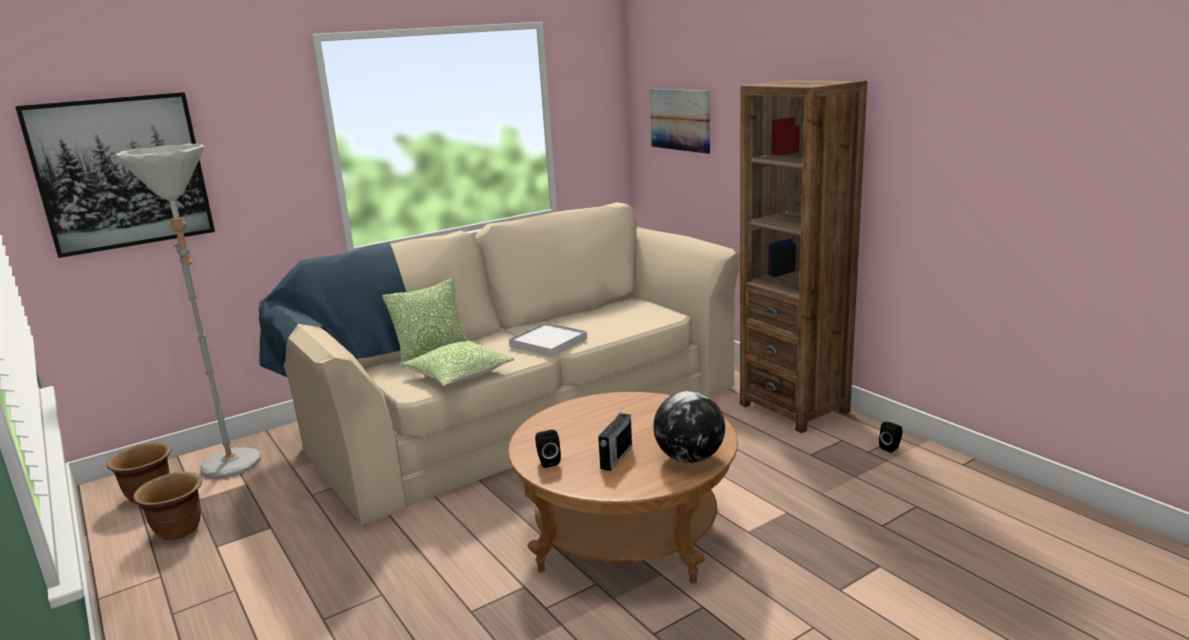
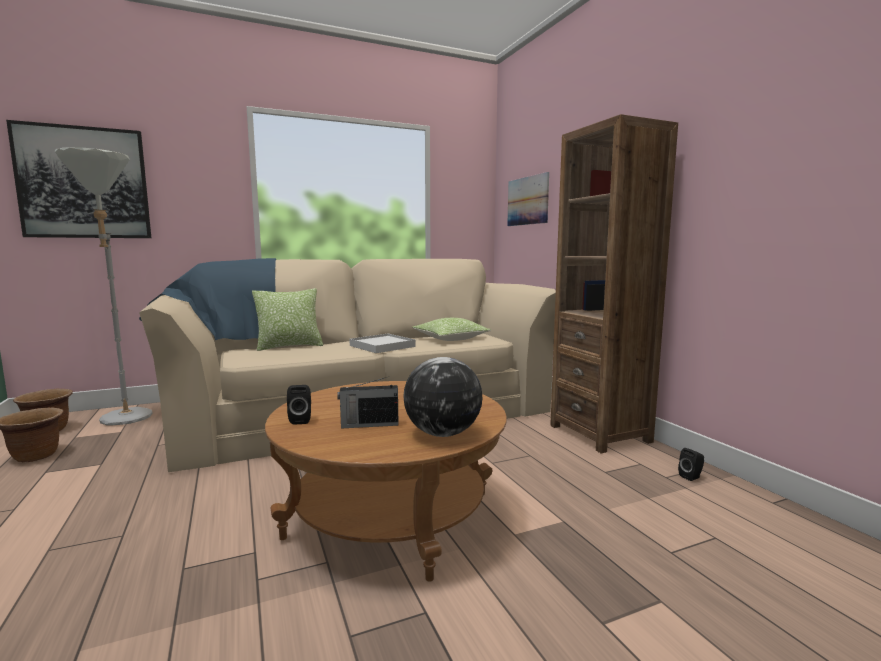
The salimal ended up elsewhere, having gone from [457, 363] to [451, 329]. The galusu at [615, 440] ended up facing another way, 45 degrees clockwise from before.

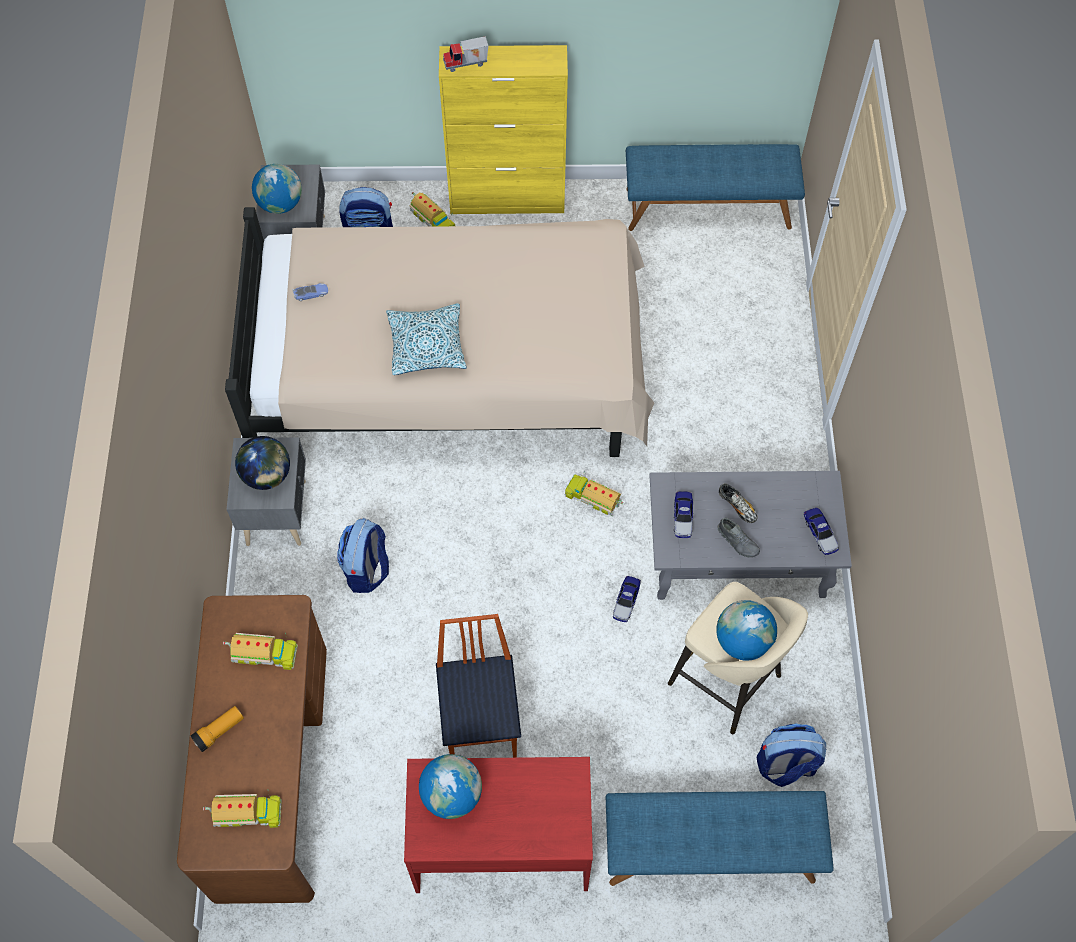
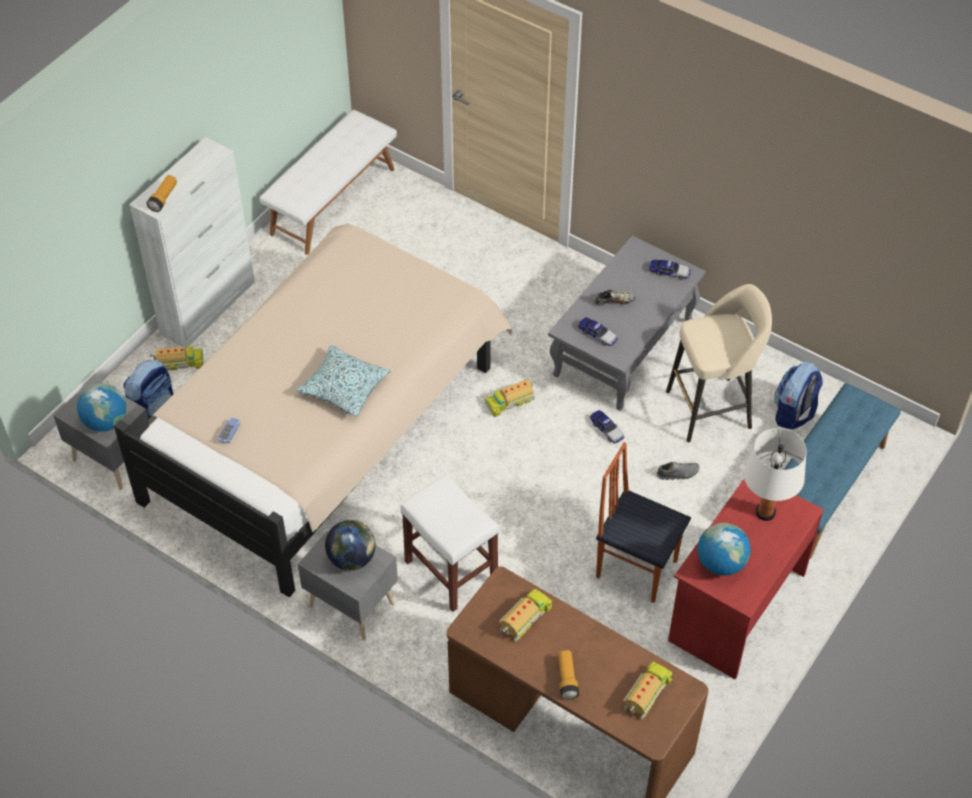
The second view lost the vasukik at [746, 630]. The second view gained the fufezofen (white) at [775, 474]. The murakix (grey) ended up elsewhere, having gone from [738, 537] to [678, 471]. Where the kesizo stood at [363, 555], the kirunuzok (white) came to stand at [449, 543]. Where the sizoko stood at [465, 54], the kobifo came to stand at [161, 193]. What was the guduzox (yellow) at [503, 129] turned into the guduzox (white) at [192, 243]. What was the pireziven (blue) at [715, 187] turned into the pireziven (white) at [328, 182].

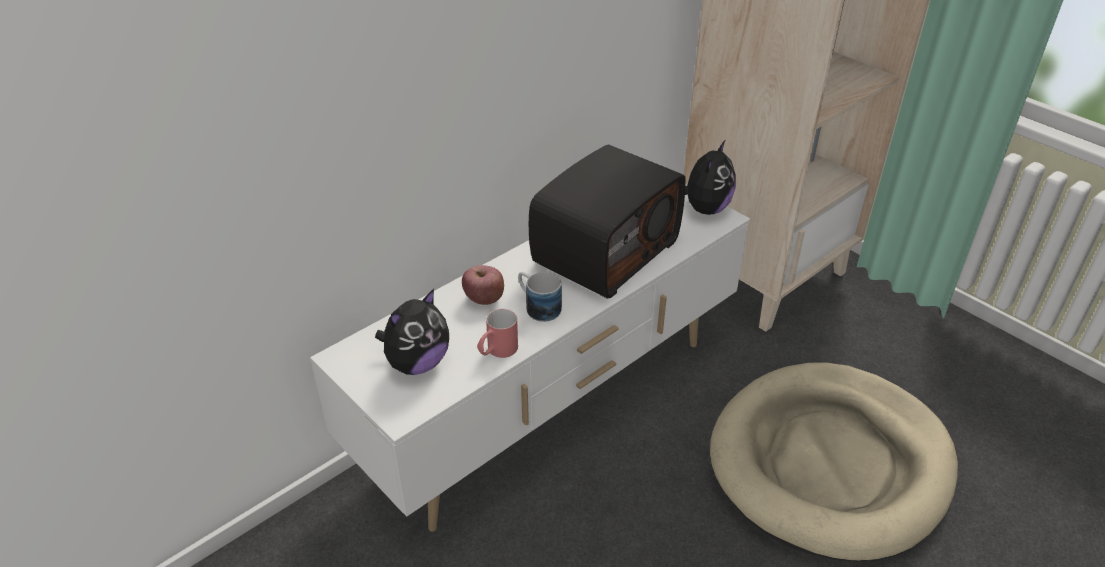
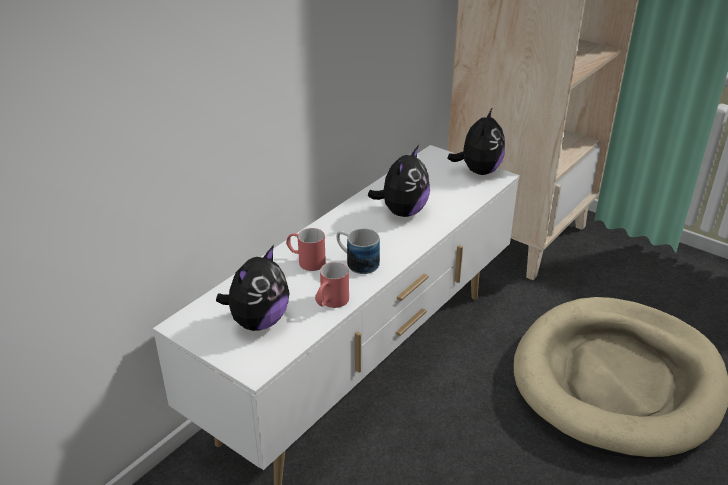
Where the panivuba stood at [483, 285], the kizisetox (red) came to stand at [306, 249]. Where the galusu stood at [607, 221], the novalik came to stand at [399, 181].

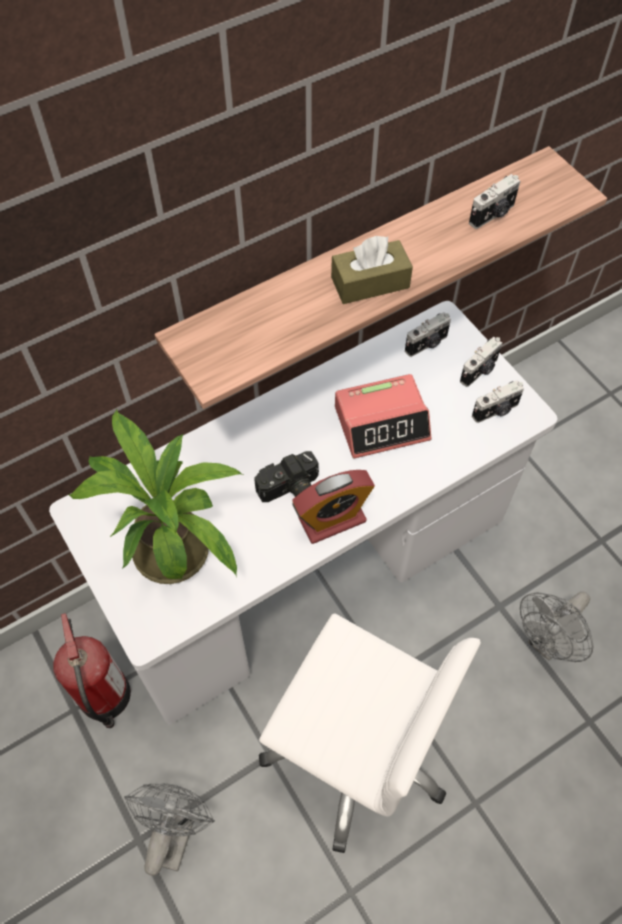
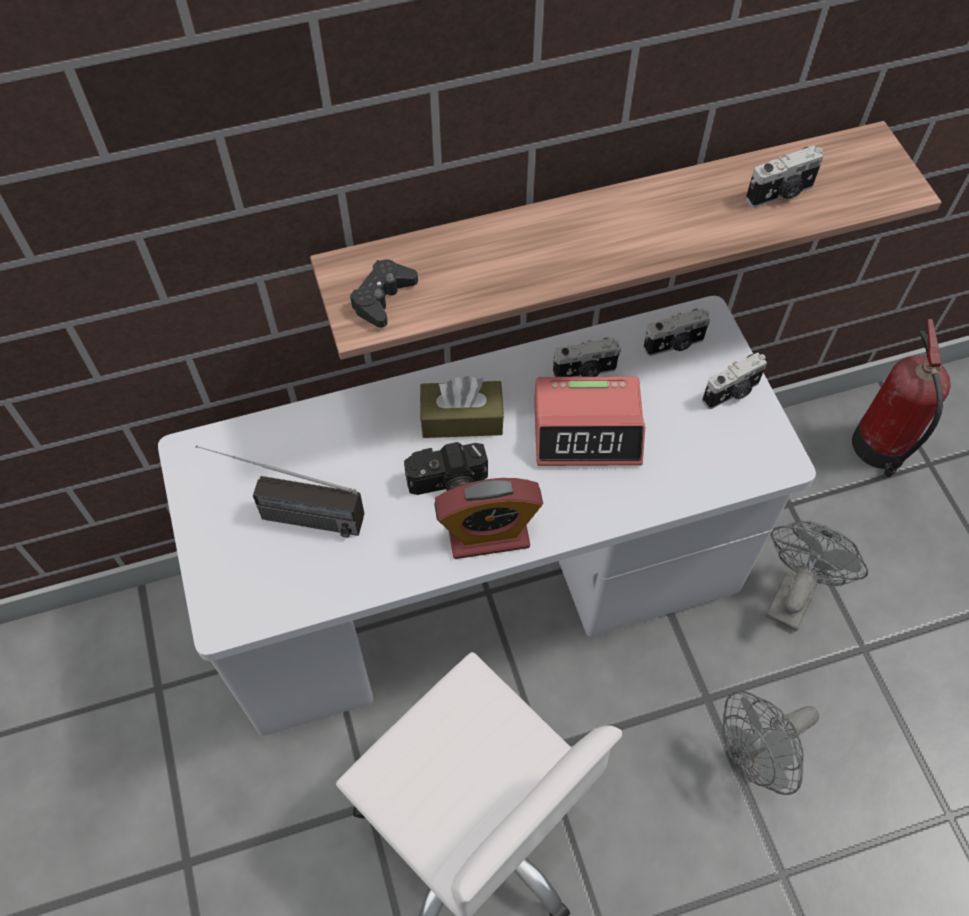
The second view gained the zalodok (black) at [384, 294]. The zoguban ended up elsewhere, having gone from [92, 670] to [901, 398]. The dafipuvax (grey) ended up elsewhere, having gone from [169, 829] to [817, 576]. The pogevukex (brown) ended up elsewhere, having gone from [372, 270] to [462, 407]. The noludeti ended up elsewhere, having gone from [498, 401] to [586, 357]. Where the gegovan stood at [155, 497], the galusu came to stand at [280, 491].

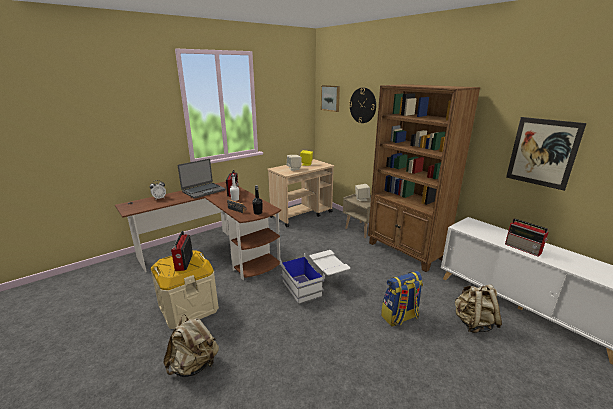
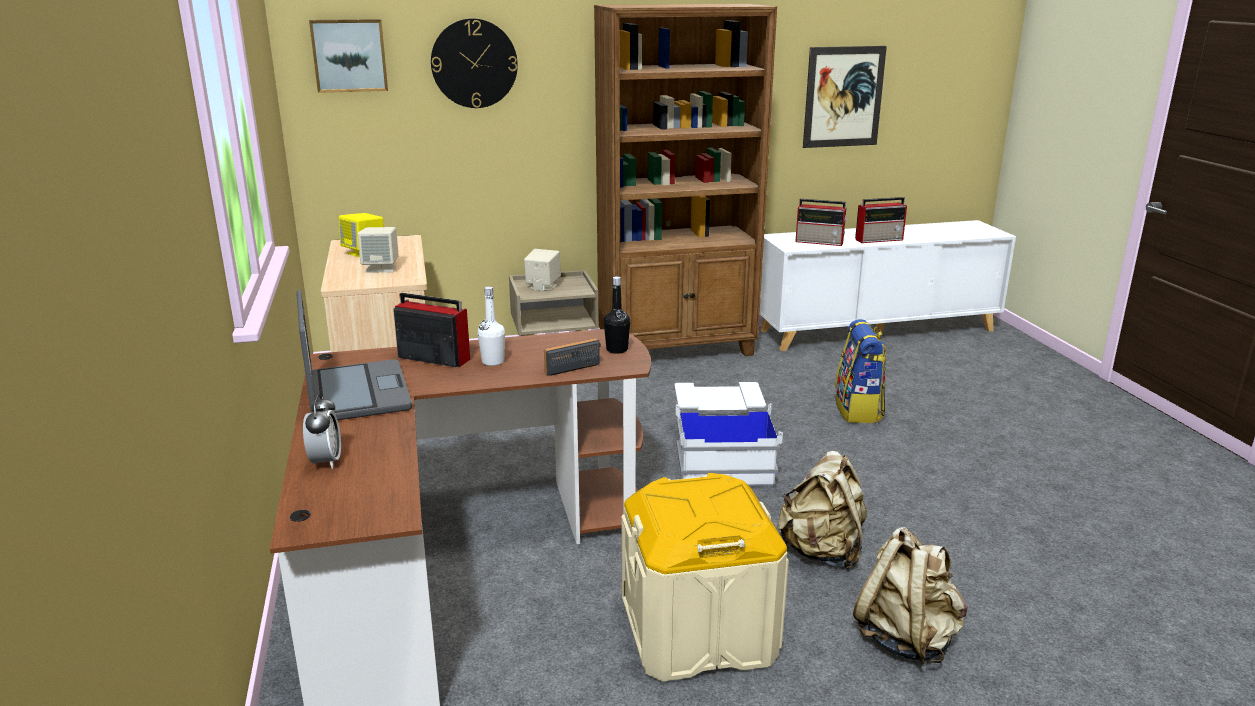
The galusu ended up elsewhere, having gone from [182, 251] to [821, 222]. The kesizo (beige) ended up elsewhere, having gone from [478, 308] to [822, 510].

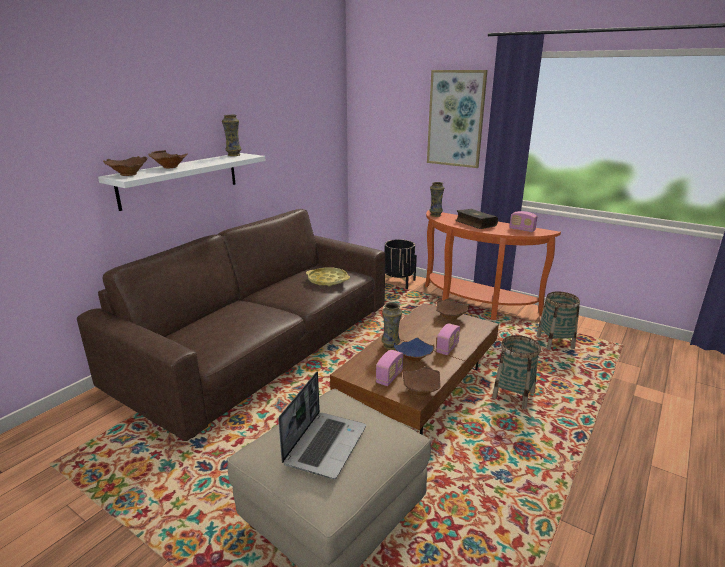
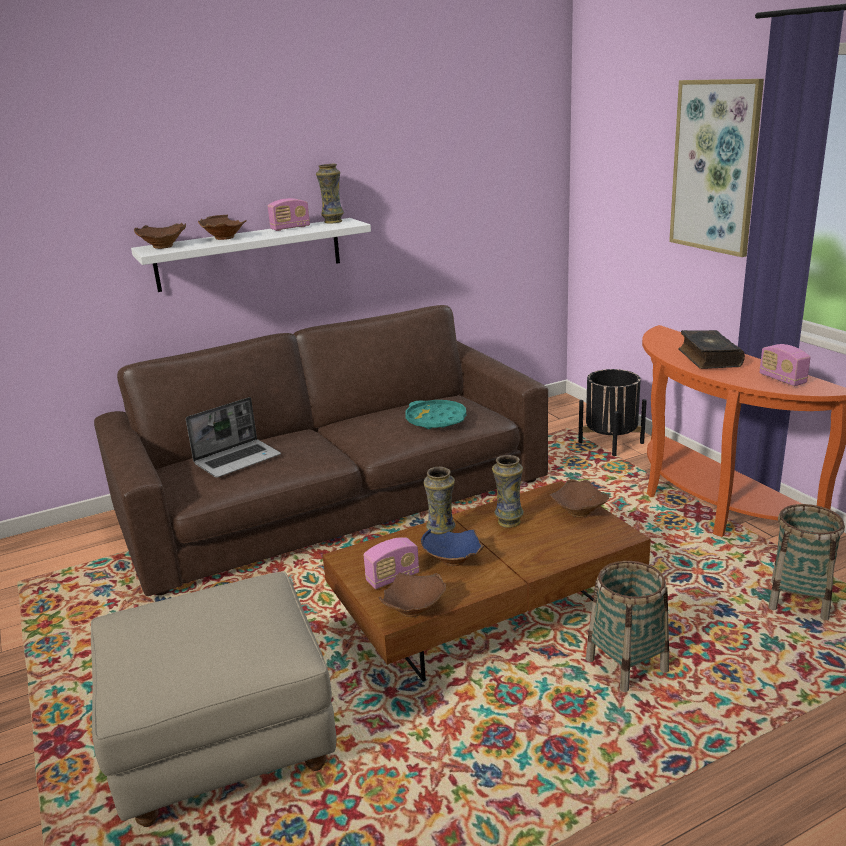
The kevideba ended up elsewhere, having gone from [322, 425] to [233, 437]. The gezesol ended up elsewhere, having gone from [436, 199] to [508, 491]. The galusu ended up elsewhere, having gone from [448, 339] to [289, 214]. What was the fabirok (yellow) at [328, 276] turned into the fabirok (turquoise) at [435, 414].

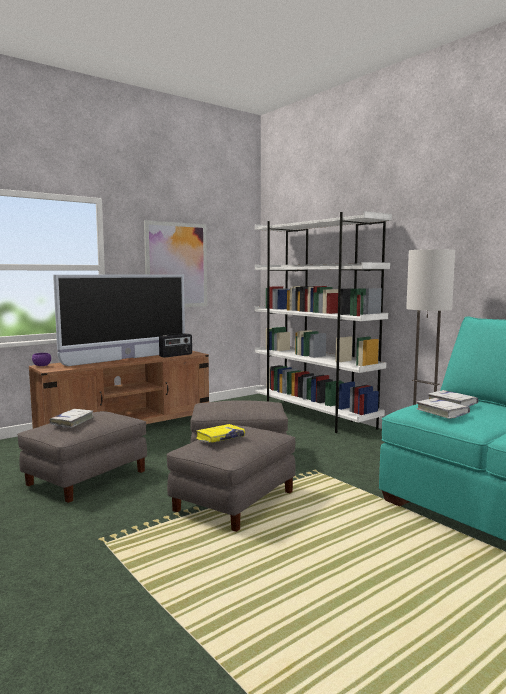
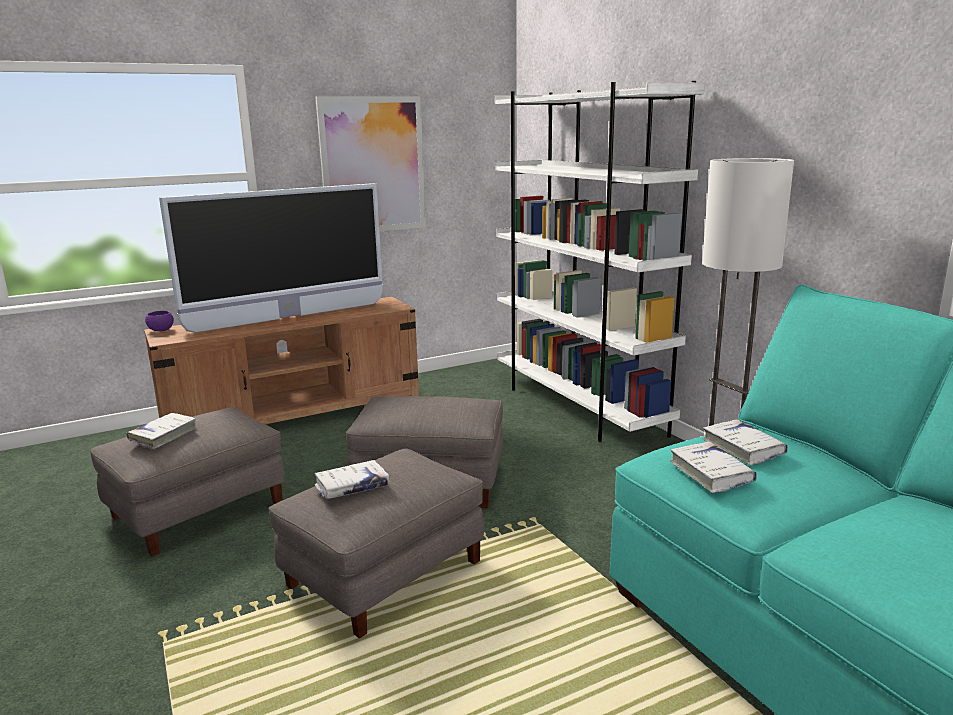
The second view lost the galusu at [175, 345]. What was the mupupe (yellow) at [220, 433] turned into the mupupe (white) at [352, 479].

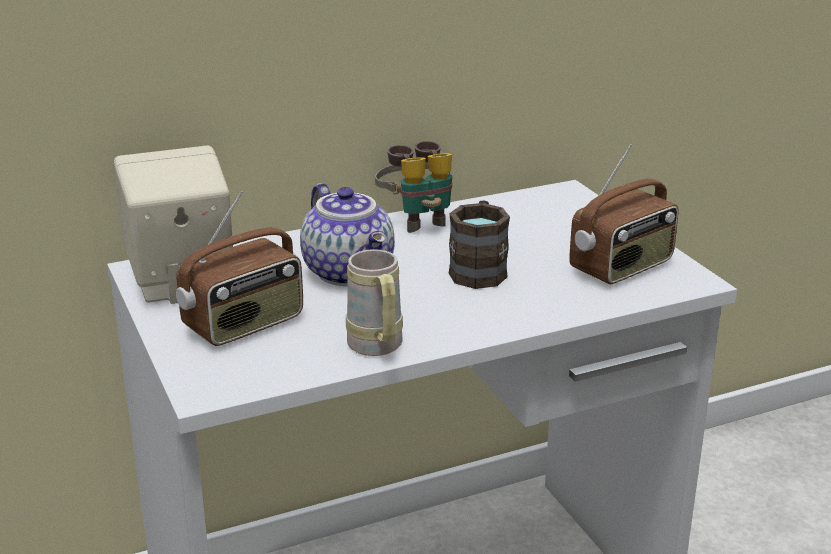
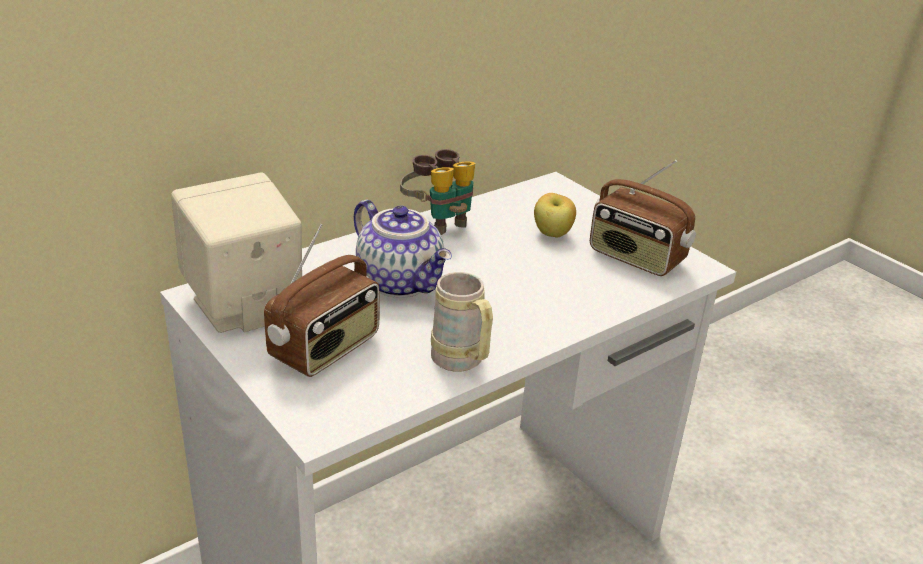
The second view lost the kizisetox (brown) at [479, 245]. The second view gained the panivuba at [555, 215]. The galusu at [624, 214] ended up facing another way, 90 degrees clockwise from before.

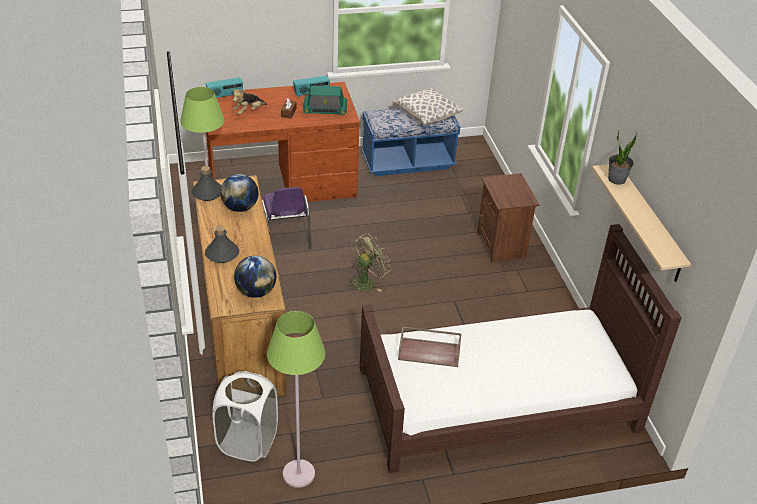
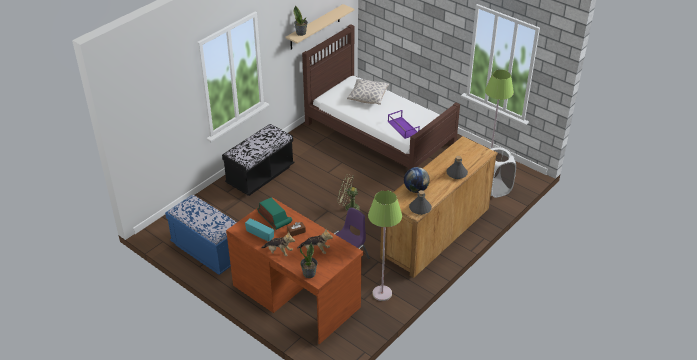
The second view lost the vasukik at [255, 277]. The second view gained the novalik at [278, 244]. The salimal ended up elsewhere, having gone from [428, 106] to [368, 92]. Where the galusu stood at [224, 87], the gegovan came to stand at [309, 260]. Where the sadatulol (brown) stood at [508, 218], the pireziven (black) came to stand at [258, 160]. What was the fabirok (brown) at [430, 346] turned into the fabirok (purple) at [404, 124].

